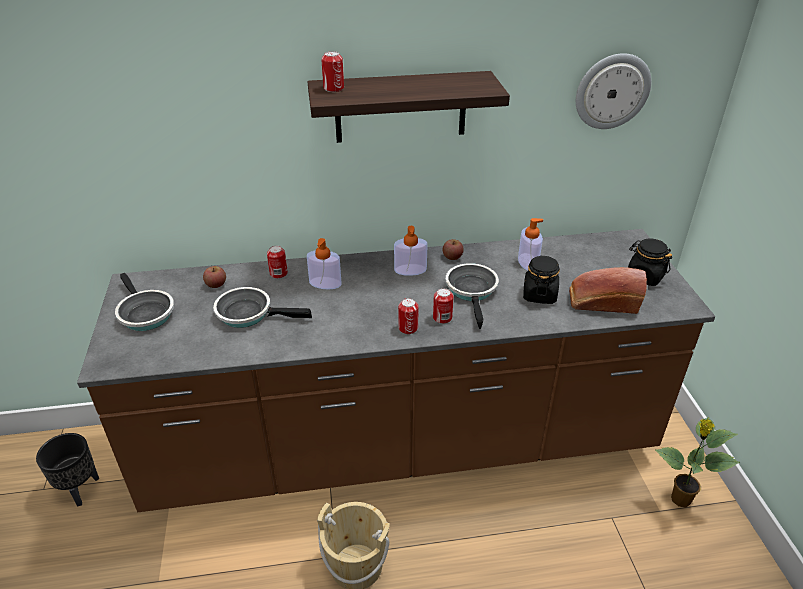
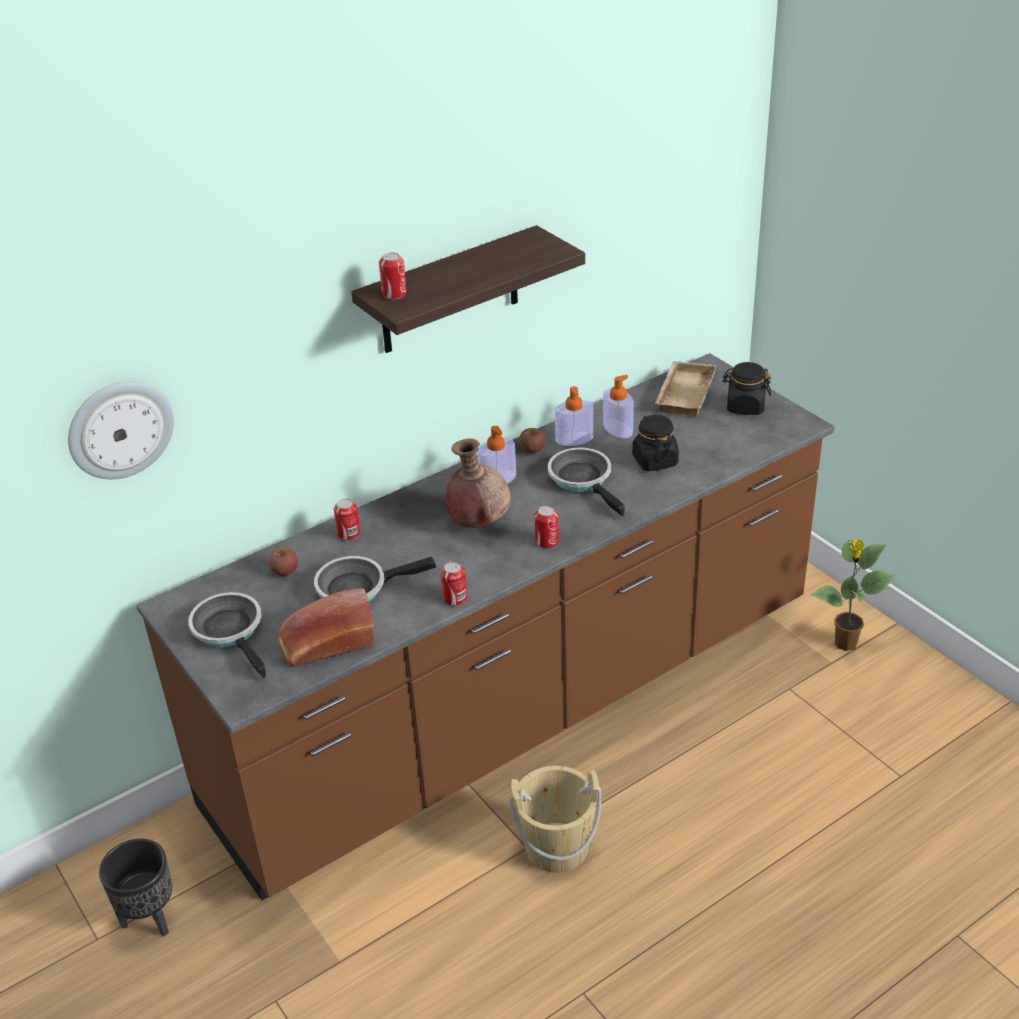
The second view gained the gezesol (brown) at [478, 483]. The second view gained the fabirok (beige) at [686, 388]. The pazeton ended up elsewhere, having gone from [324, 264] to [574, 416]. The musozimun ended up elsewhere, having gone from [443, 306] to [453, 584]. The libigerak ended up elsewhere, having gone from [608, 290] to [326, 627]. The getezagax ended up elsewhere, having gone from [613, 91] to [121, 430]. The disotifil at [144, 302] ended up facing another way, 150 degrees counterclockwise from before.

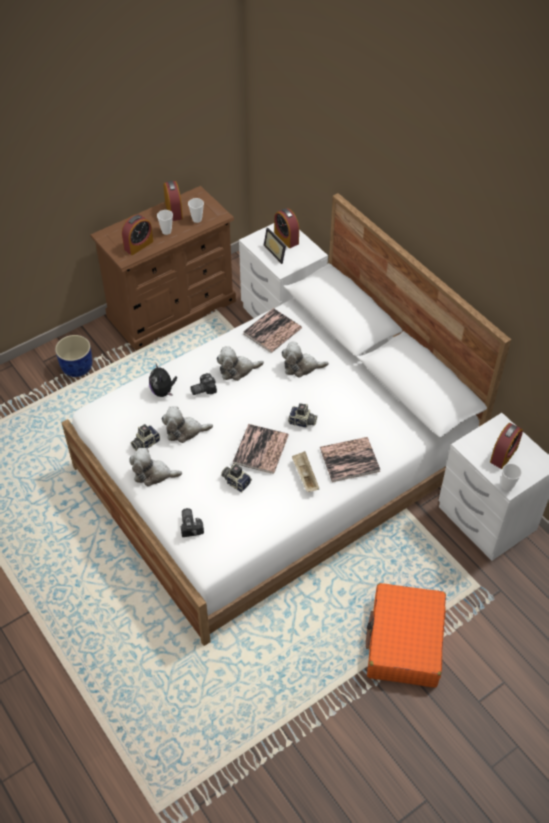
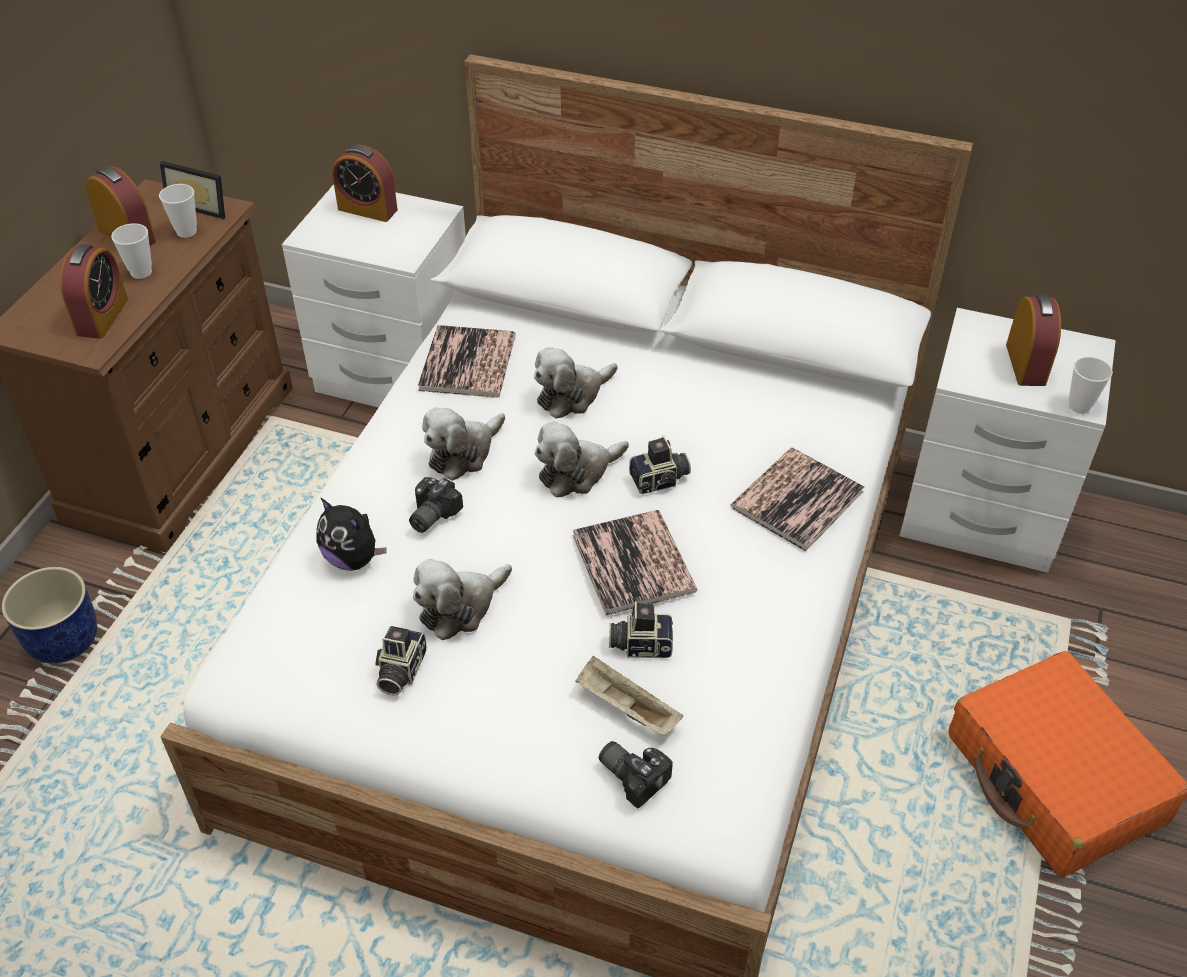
The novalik ended up elsewhere, having gone from [155, 467] to [582, 459]. The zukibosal ended up elsewhere, having gone from [275, 246] to [192, 190]. The fabirok (beige) ended up elsewhere, having gone from [305, 471] to [629, 695].

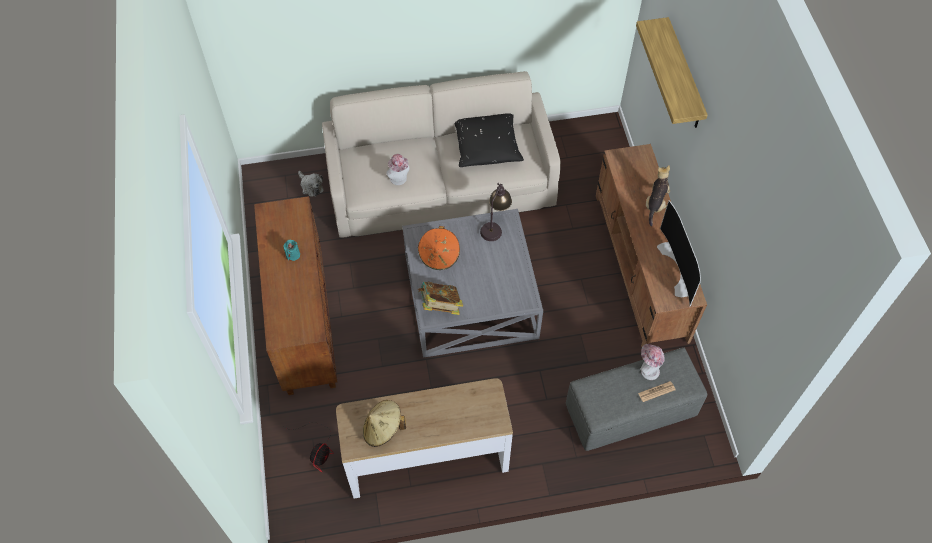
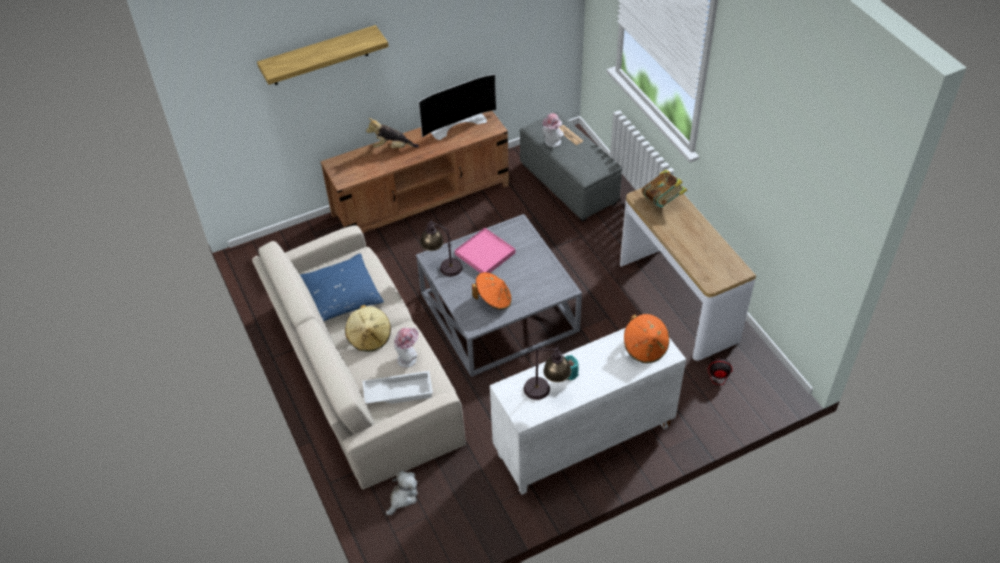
The second view gained the fabirok (white) at [397, 387]. The second view gained the fabirok (pink) at [485, 250]. The second view gained the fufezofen at [547, 372]. The second view gained the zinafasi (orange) at [646, 338]. The zinafasi (beige) ended up elsewhere, having gone from [384, 423] to [368, 328]. The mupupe ended up elsewhere, having gone from [440, 298] to [664, 188]. What was the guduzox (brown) at [295, 295] turned into the guduzox (white) at [588, 411]. What was the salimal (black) at [489, 140] turned into the salimal (blue) at [342, 287].

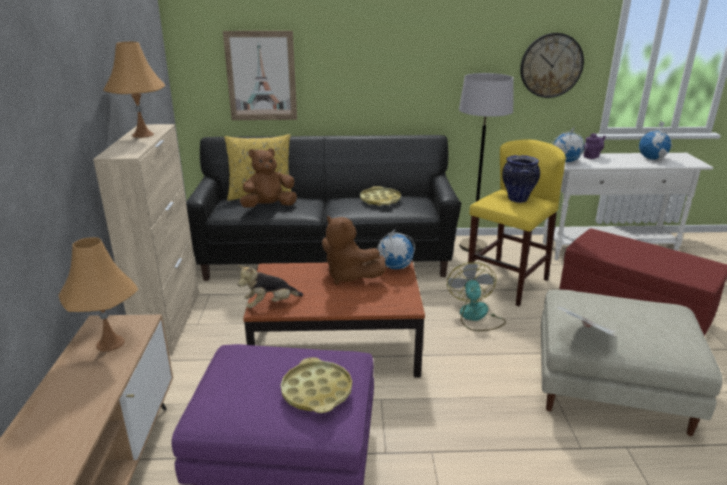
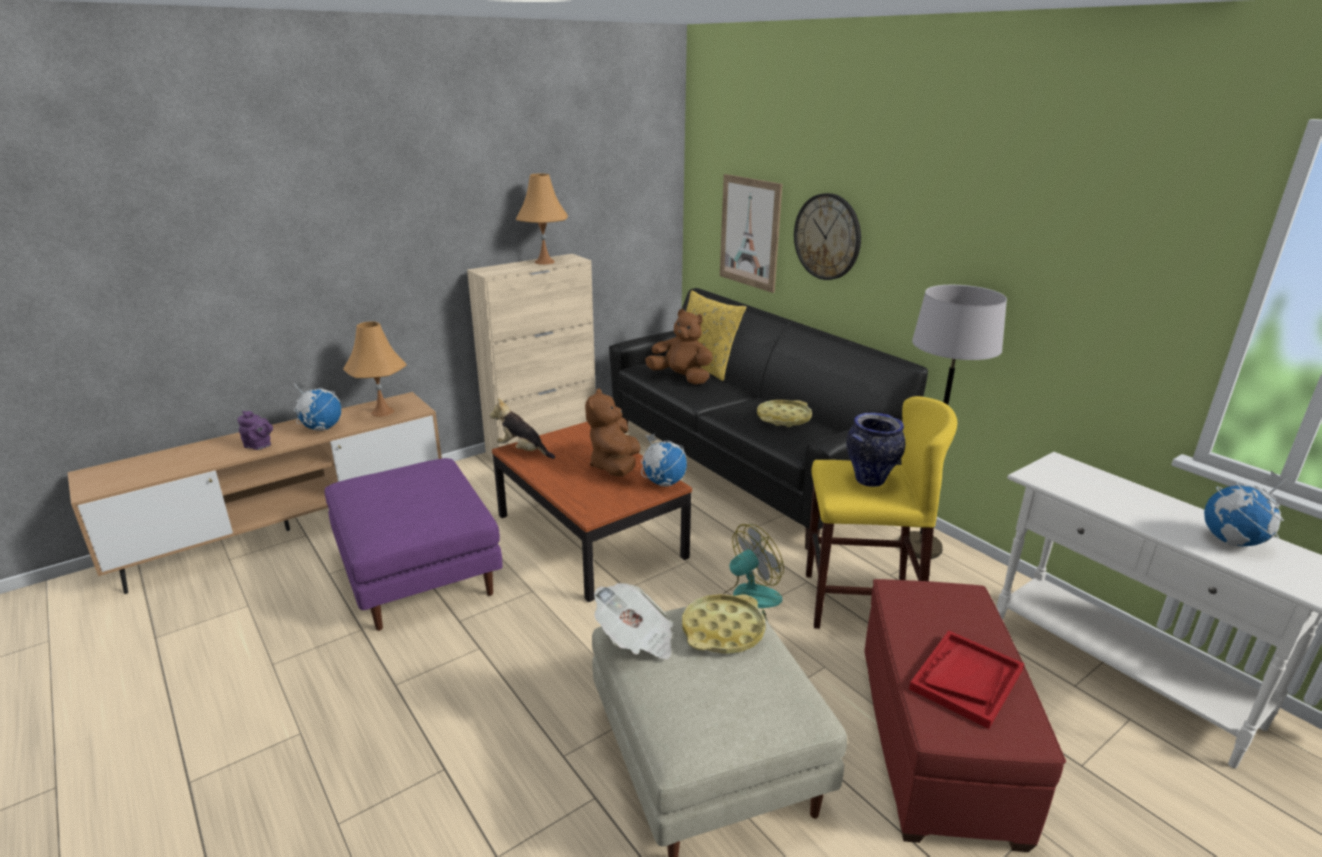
The second view gained the fabirok (red) at [966, 679]. The fabirok (yellow) ended up elsewhere, having gone from [316, 385] to [724, 624]. The getezagax ended up elsewhere, having gone from [552, 65] to [827, 236]. The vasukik ended up elsewhere, having gone from [569, 145] to [317, 406]. The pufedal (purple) ended up elsewhere, having gone from [594, 146] to [255, 430].

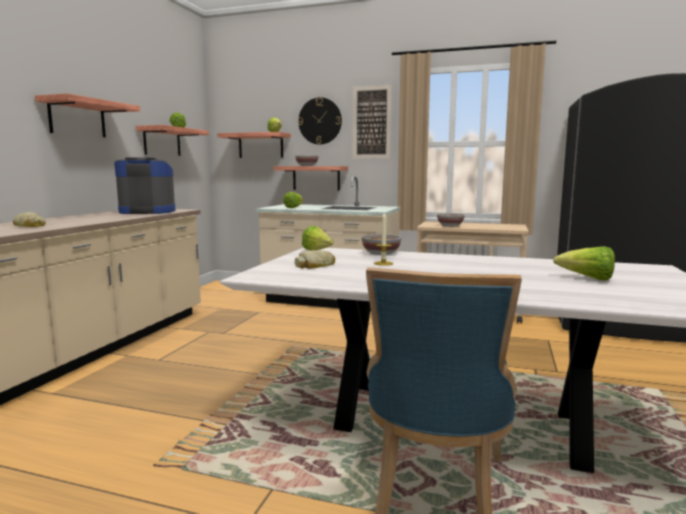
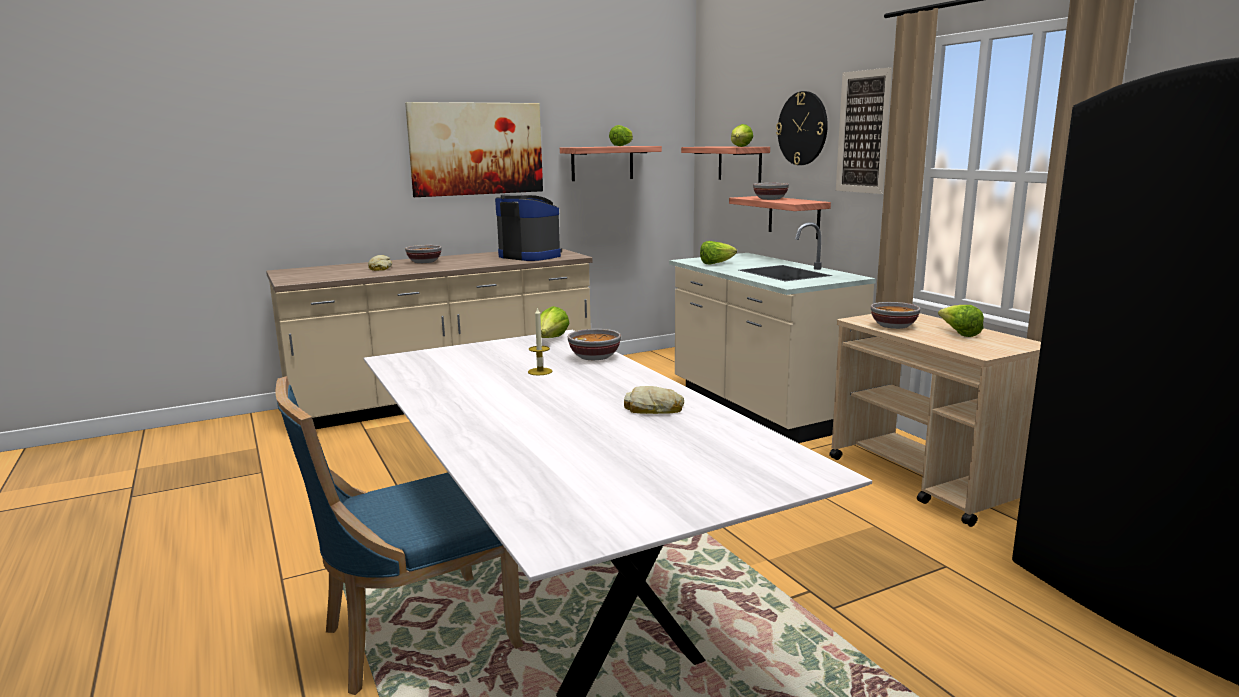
The second view gained the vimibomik at [423, 254]. The libigerak ended up elsewhere, having gone from [315, 259] to [654, 400]. The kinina ended up elsewhere, having gone from [584, 263] to [961, 321]. Where the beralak hung at [87, 115], the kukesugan came to hang at [474, 149].

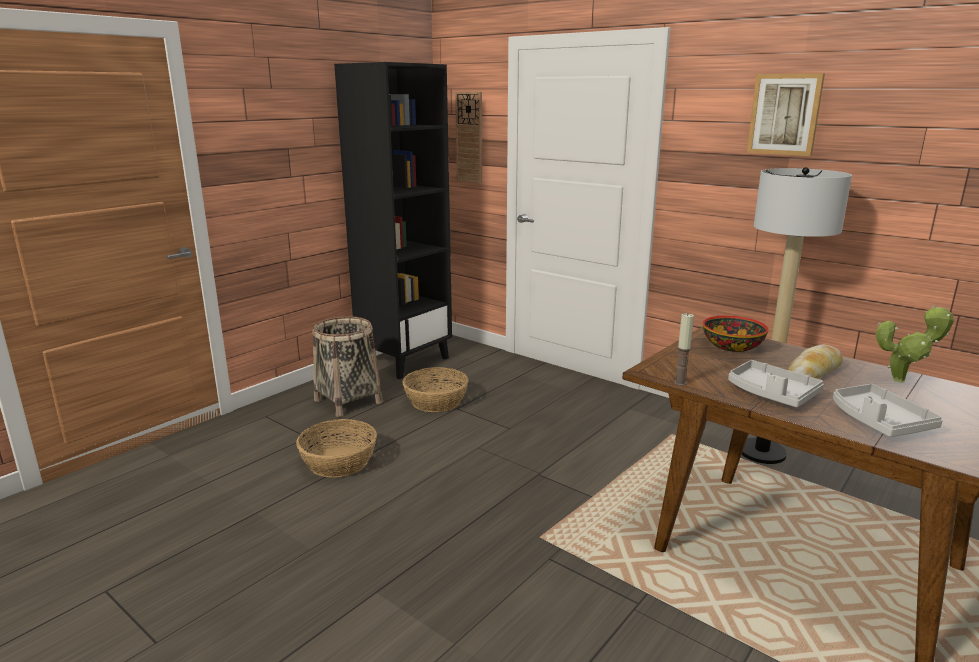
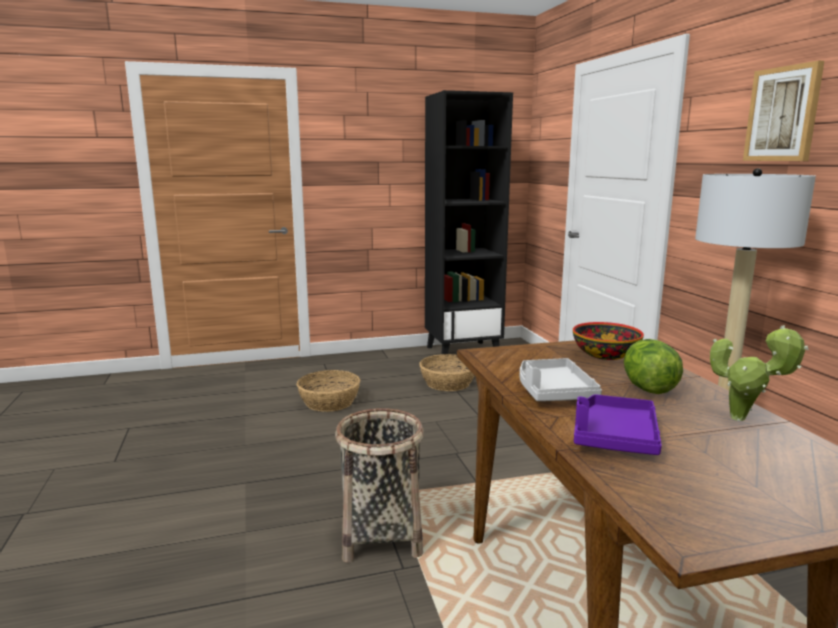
The second view lost the getezagax at [468, 137]. The second view lost the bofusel at [684, 349]. The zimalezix ended up elsewhere, having gone from [348, 366] to [379, 485]. Where the libigerak stood at [815, 362], the kinina came to stand at [653, 366]. What was the fabirok (grey) at [888, 410] turned into the fabirok (purple) at [618, 424].

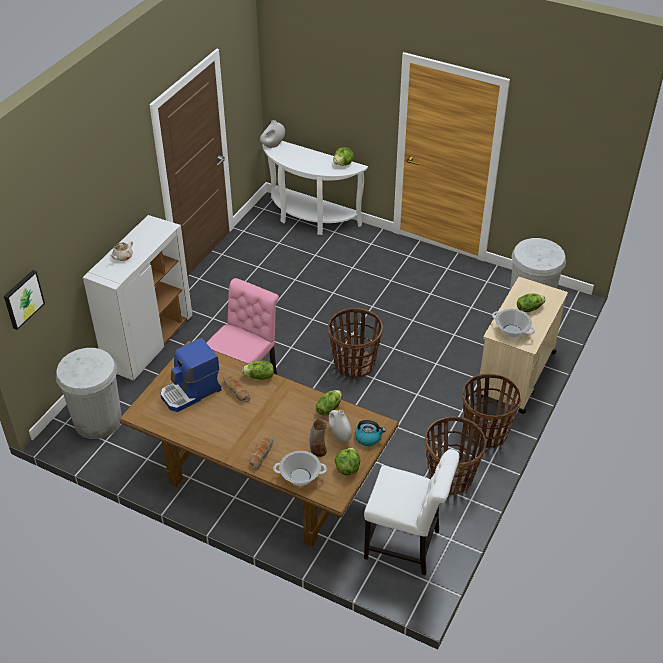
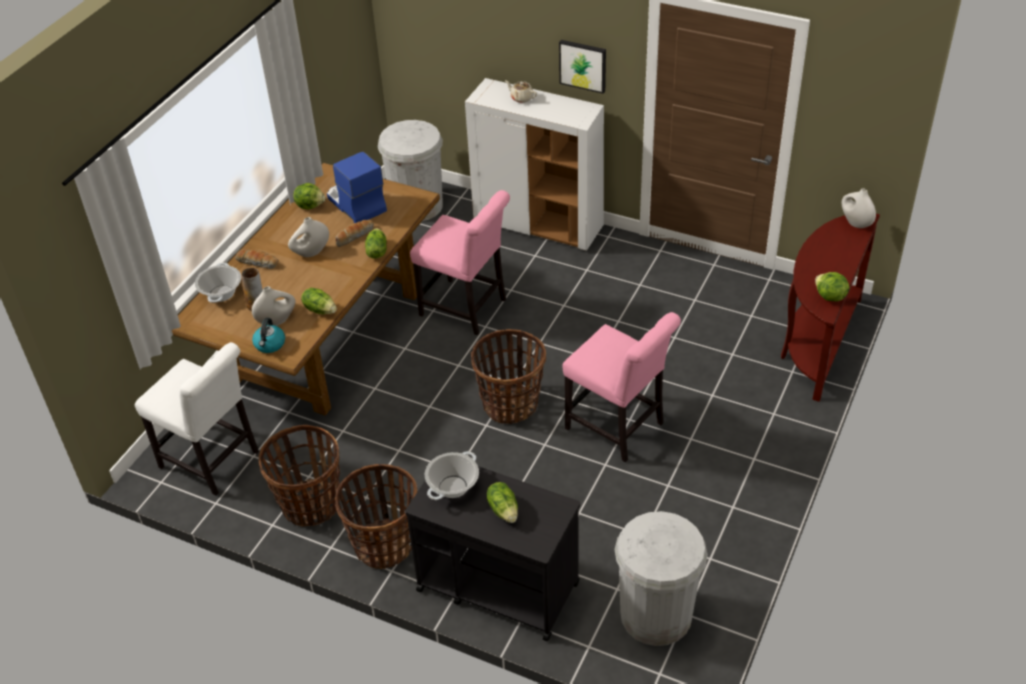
The second view gained the gezesol (white) at [308, 237]. The second view gained the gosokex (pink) at [621, 387]. The kukesugan ended up elsewhere, having gone from [24, 300] to [582, 67]. The kinina ended up elsewhere, having gone from [347, 462] to [309, 196]. What was the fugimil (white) at [315, 188] turned into the fugimil (brown) at [830, 308]. What was the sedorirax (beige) at [522, 345] turned into the sedorirax (black) at [492, 553]. The gosokex (white) at [411, 512] ended up facing another way, 75 degrees counterclockwise from before.

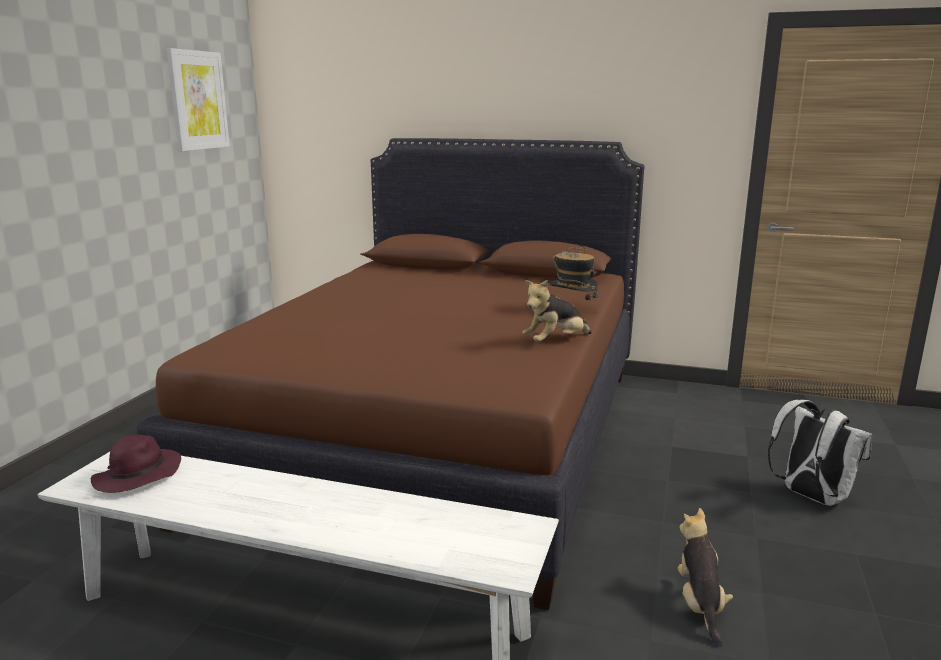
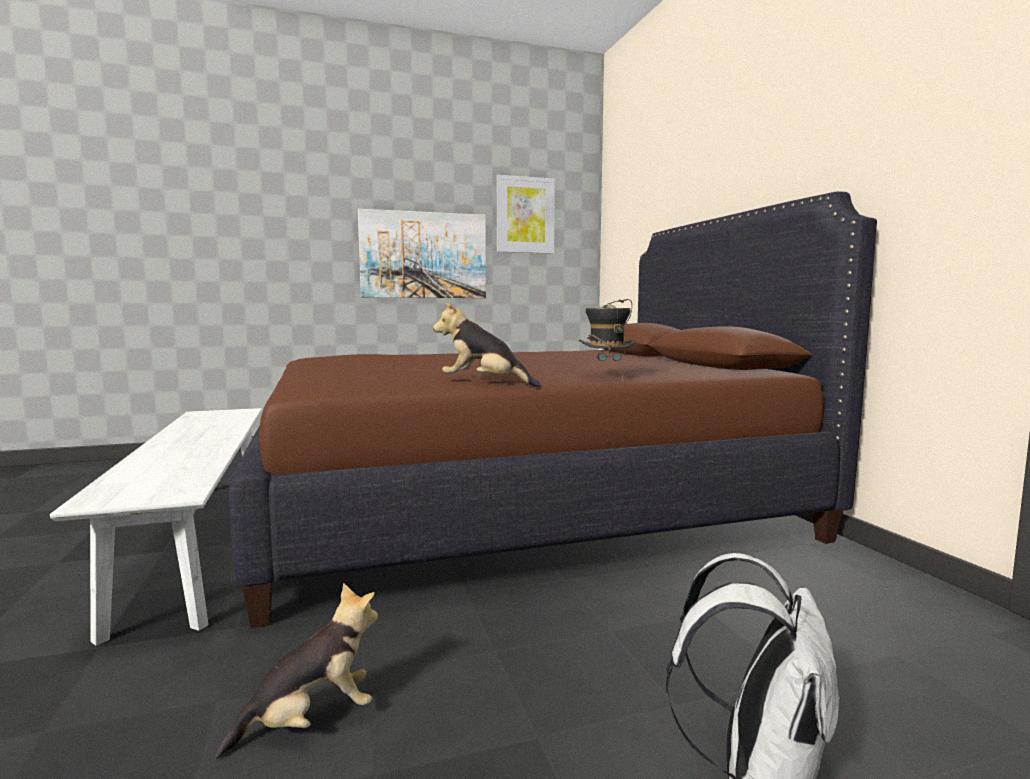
The second view lost the zinafasi (purple) at [136, 464]. The second view gained the kukesugan at [422, 253].

